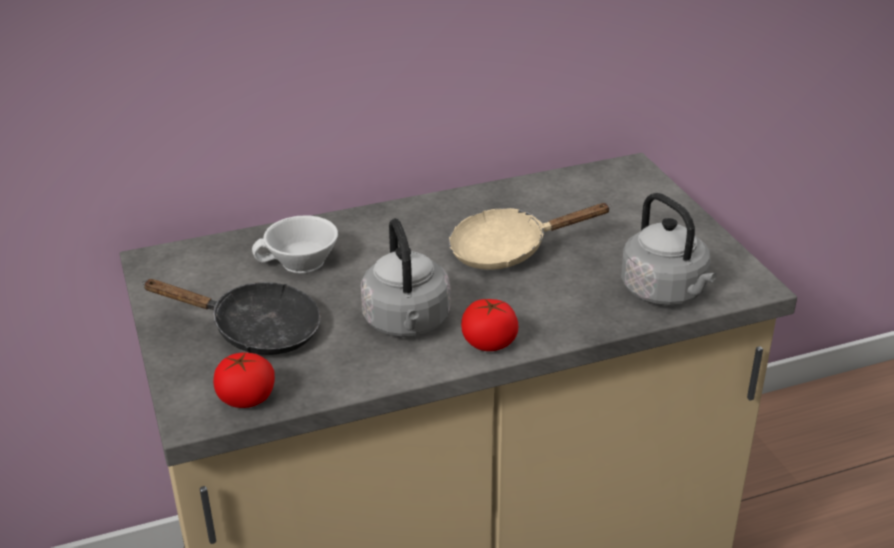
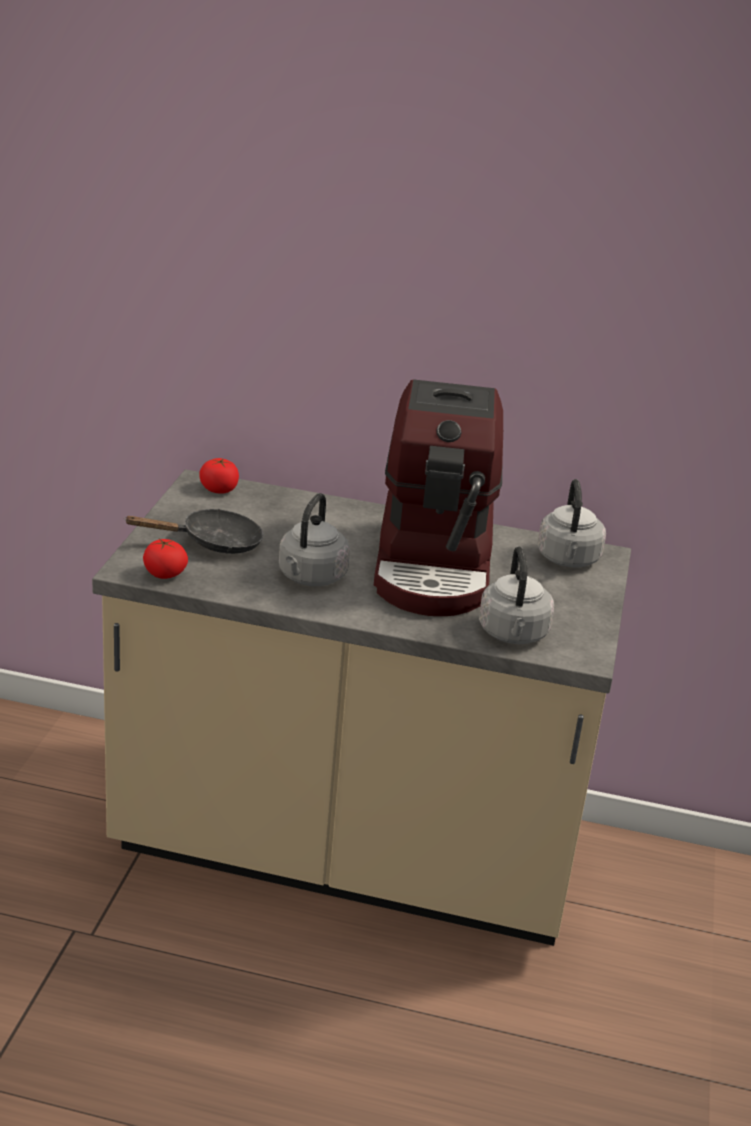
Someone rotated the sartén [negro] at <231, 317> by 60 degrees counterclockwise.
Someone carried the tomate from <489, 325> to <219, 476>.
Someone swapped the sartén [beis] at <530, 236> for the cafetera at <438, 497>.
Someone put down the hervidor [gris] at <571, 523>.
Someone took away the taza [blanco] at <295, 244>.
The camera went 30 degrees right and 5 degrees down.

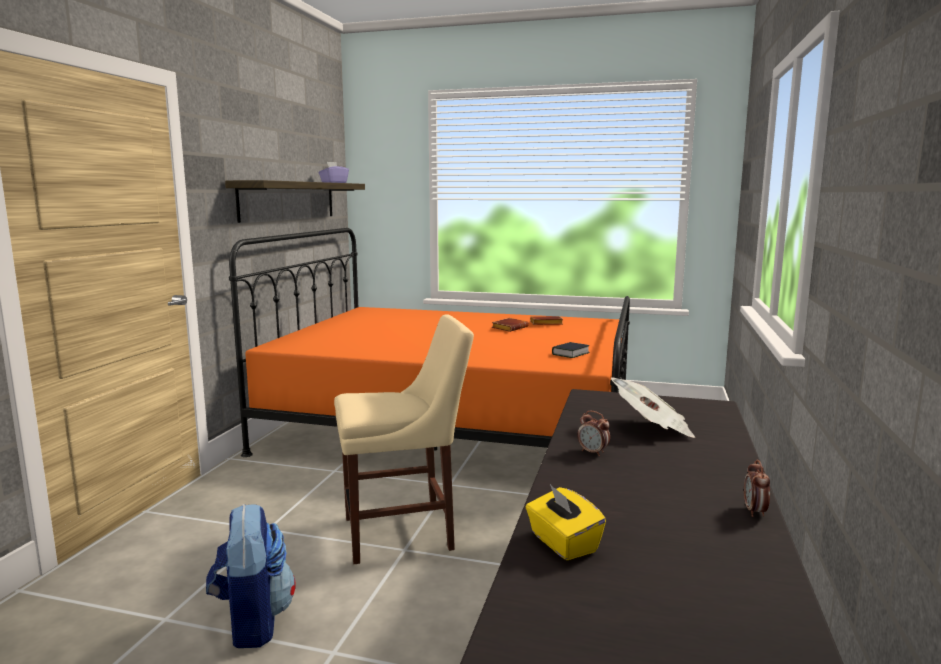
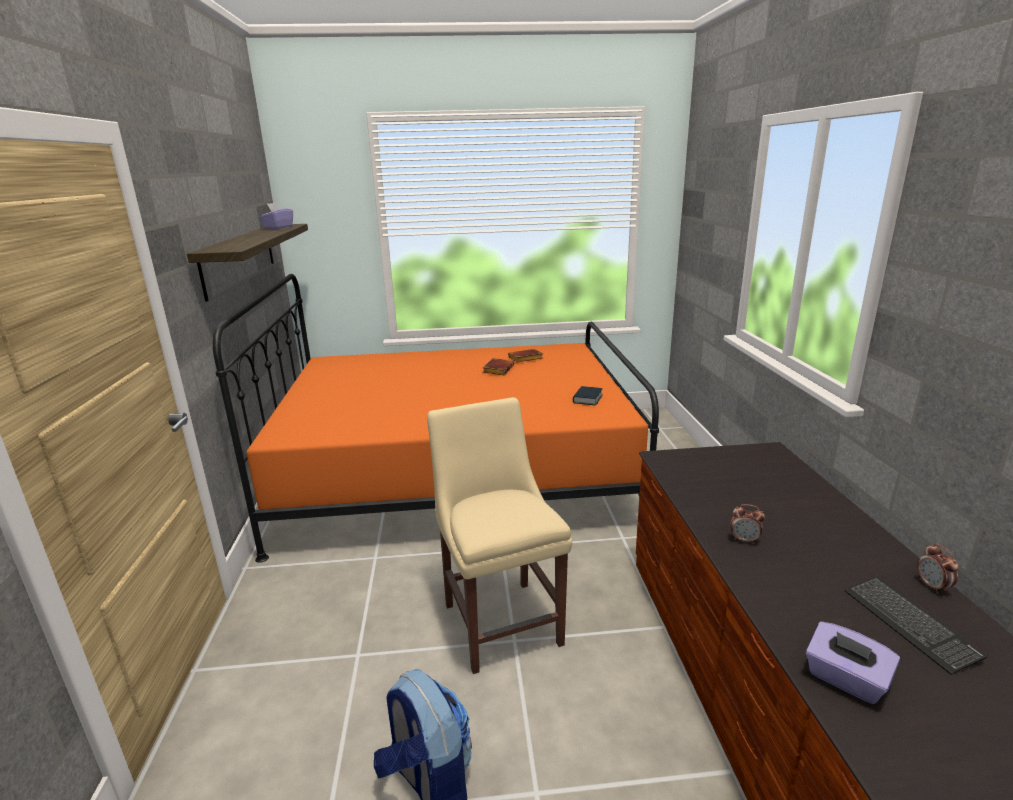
Someone rotated the silla [beis] at <404, 439> by 75 degrees counterclockwise.
Someone repainted the caja de pañuelos [amarillo] at <565, 522>, which became the caja de pañuelos [morado] at <853, 662>.
Someone put down the teclado at <916, 625>.
Someone took away the periódico at <653, 407>.
The camera went 20 degrees left and 10 degrees up.

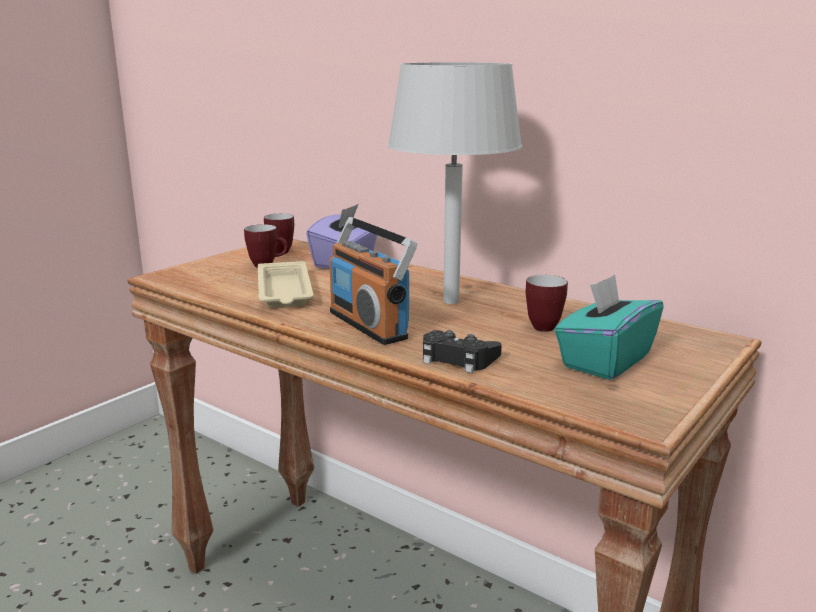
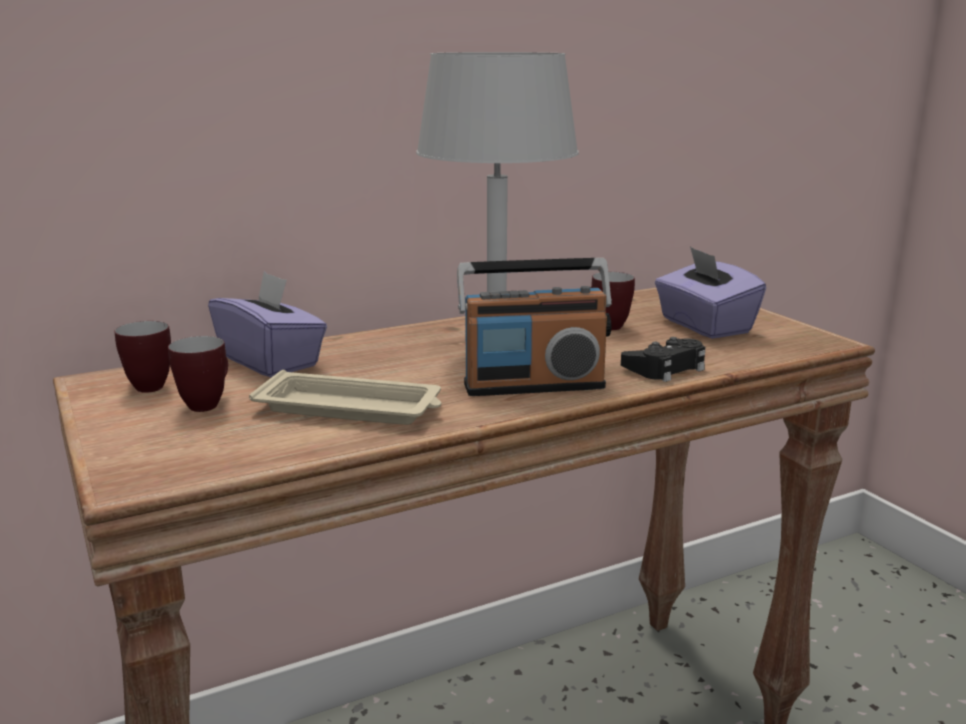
Someone repainted the caja de pañuelos [turquesa] at <609, 327>, which became the caja de pañuelos [morado] at <710, 293>.
The camera went 65 degrees left and 0 degrees up.

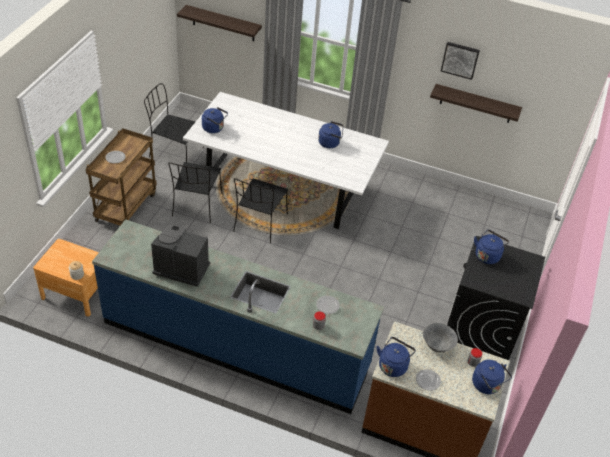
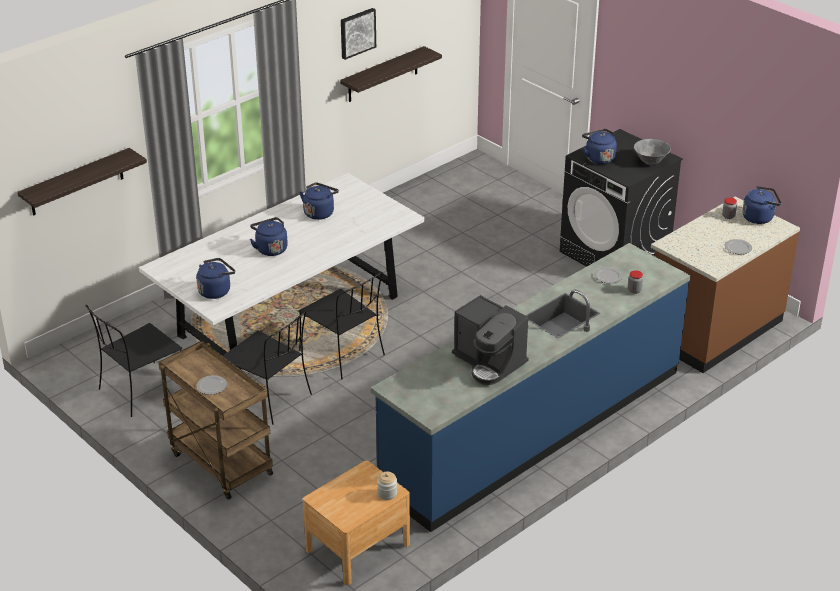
Someone carried the hervidor [azul] from <396, 357> to <269, 236>.
Someone rotated the cafetera at <180, 255> by 90 degrees counterclockwise.
Someone carried the cuenco [gris] from <440, 337> to <652, 152>.
The camera went 60 degrees left and 10 degrees down.

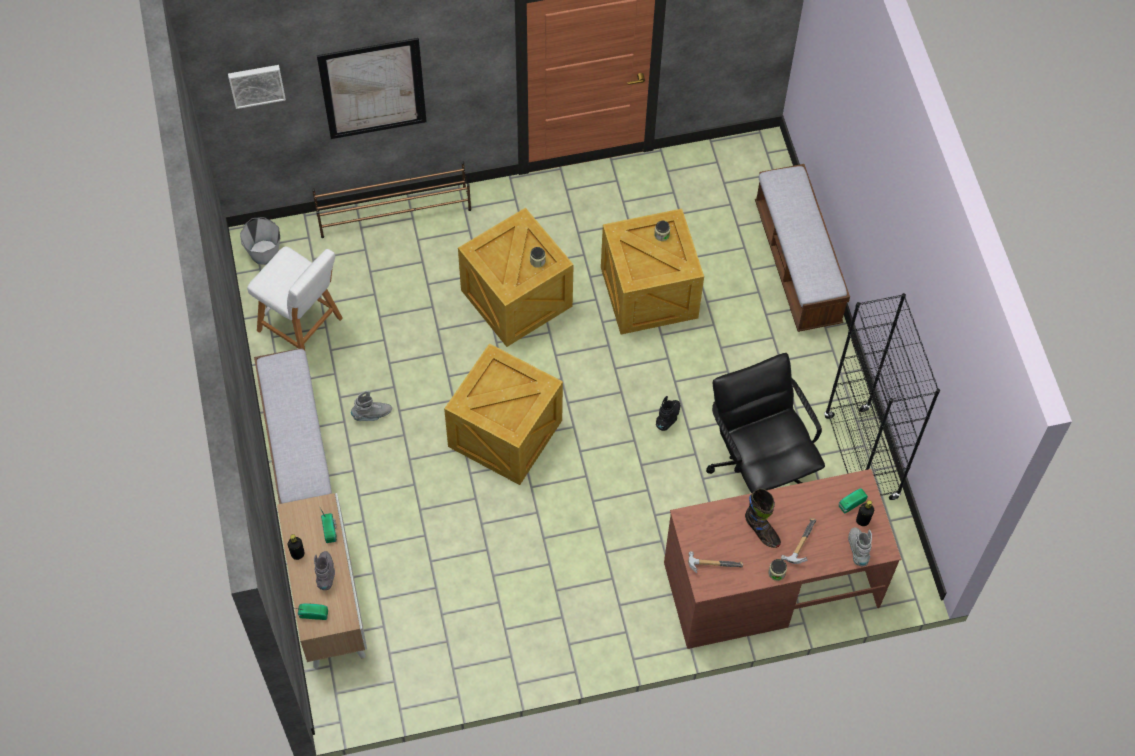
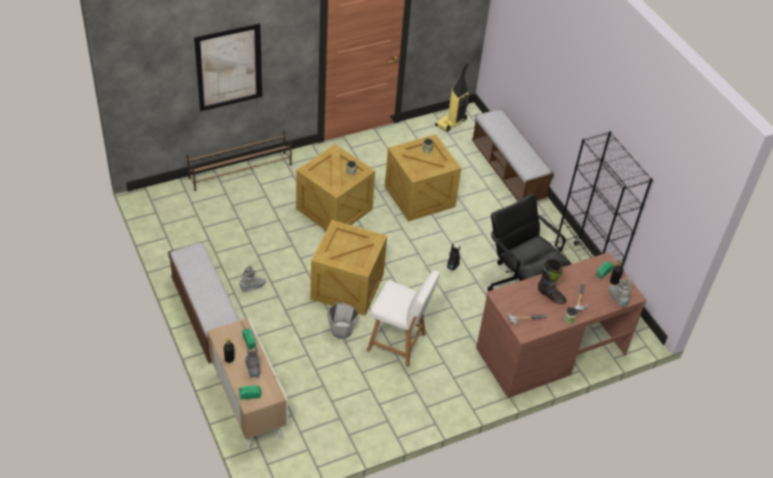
Someone carried the cubo [gris] from <260, 241> to <342, 320>.
Someone carried the taburete [blanco] from <295, 298> to <403, 318>.
Someone put down the aspiradora at <452, 97>.
Someone took away the cuadro at <257, 87>.
The camera went 15 degrees left and 15 degrees down.

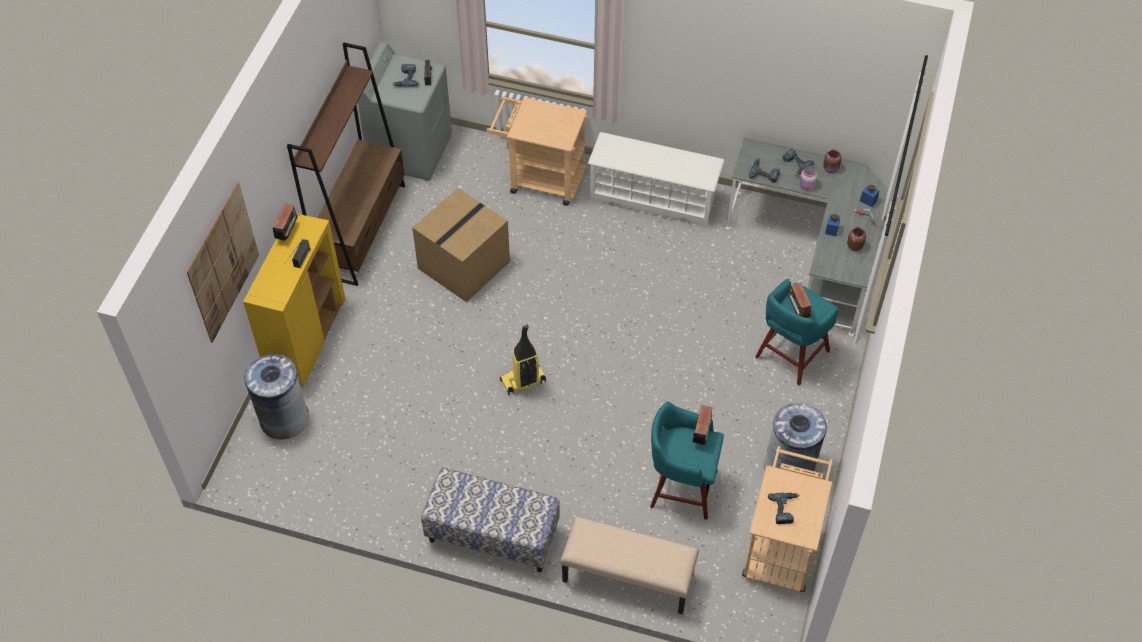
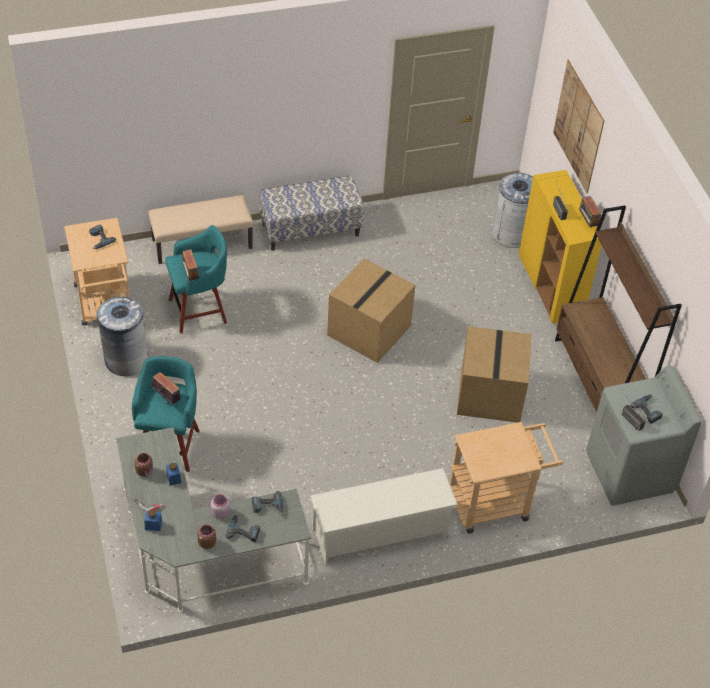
Someone swapped the aspiradora at <523, 359> for the caja de cartón at <371, 310>.
The camera went 145 degrees right and 5 degrees down.

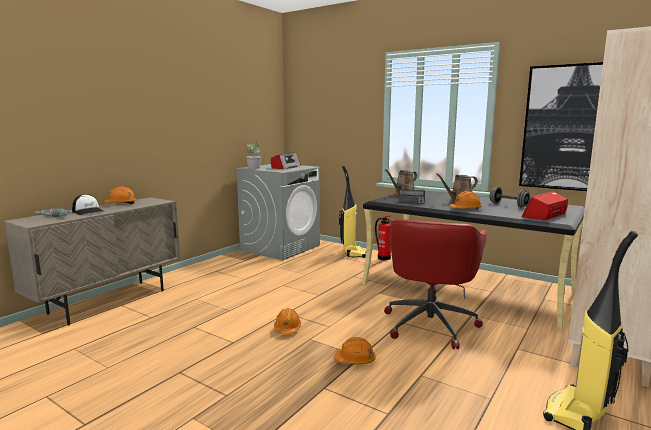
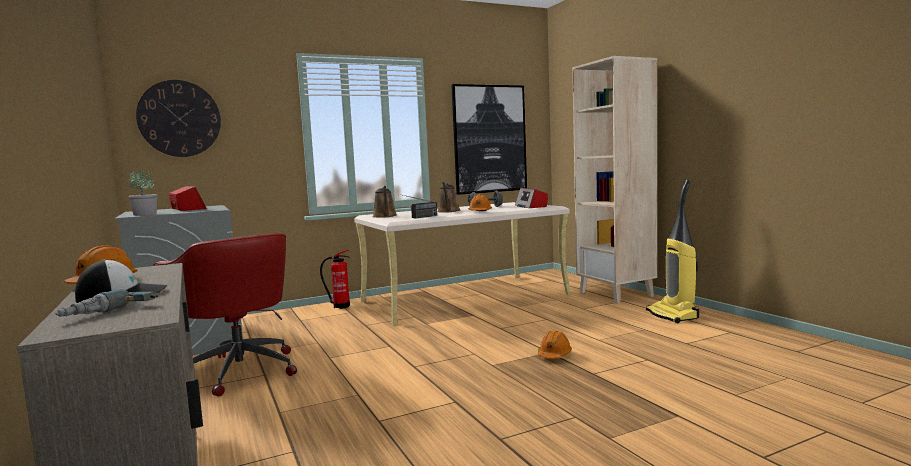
Someone put up the reloj de pared at <178, 118>.
Someone carried the silla de oficina [rojo] from <435, 284> to <225, 314>.
Someone repainted the escritorio [negro] at <473, 261>, which became the escritorio [beis] at <462, 264>.
Someone took away the casco [naranja] at <287, 321>.
Someone took away the aspiradora at <352, 212>.
The camera went 60 degrees left and 5 degrees down.

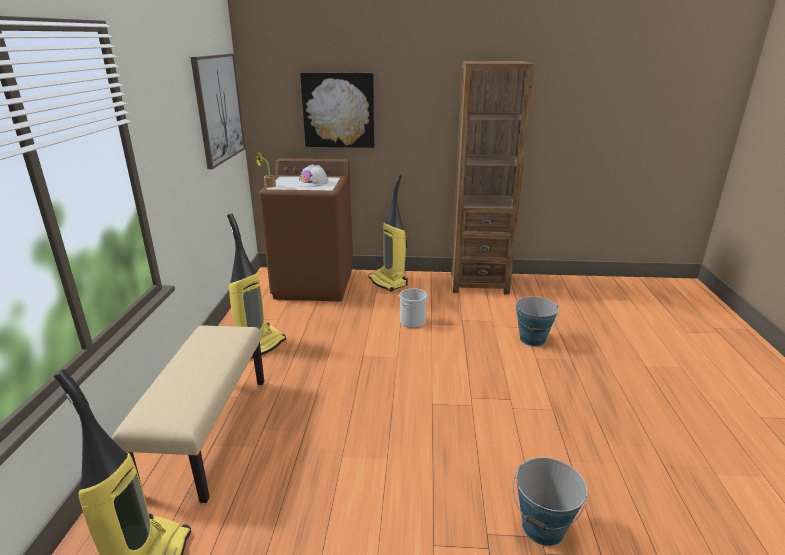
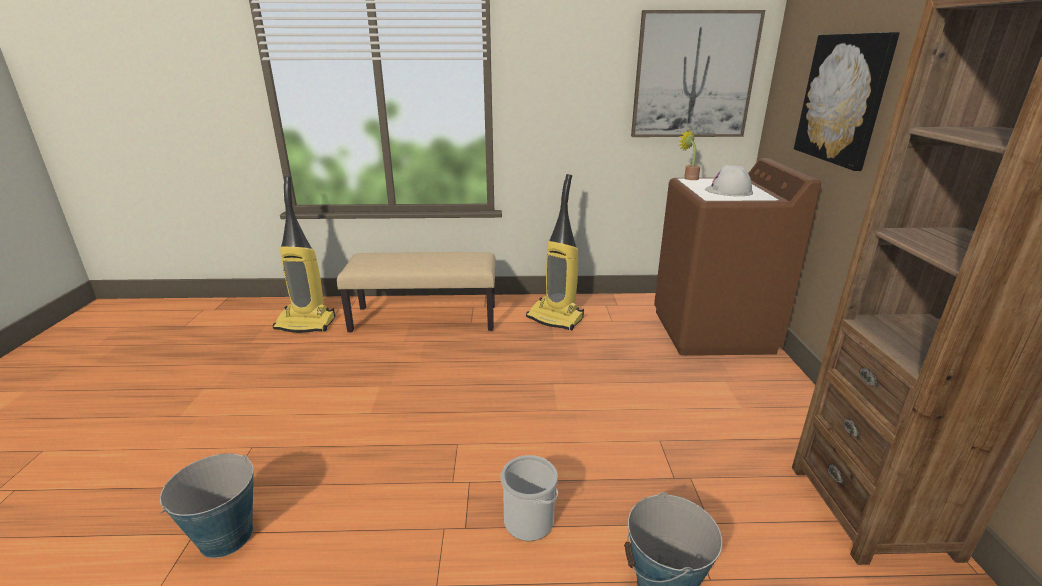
Someone carried the cubo from <413, 308> to <529, 498>.
Someone took away the aspiradora at <388, 233>.
The camera went 85 degrees right and 0 degrees up.

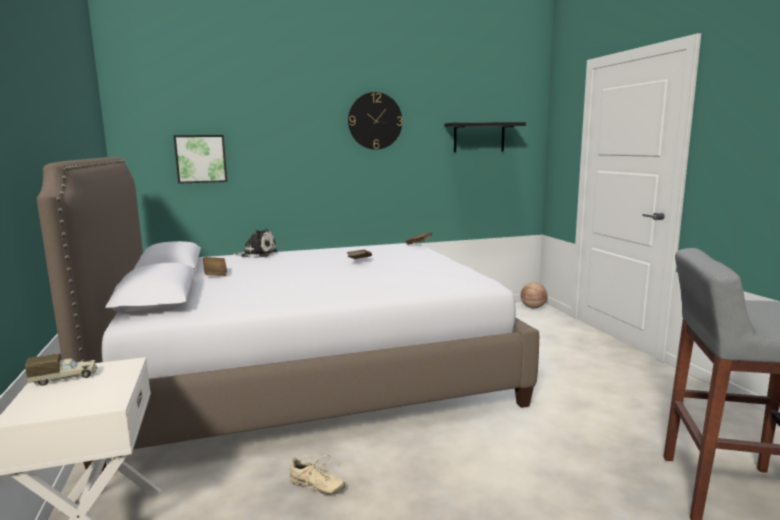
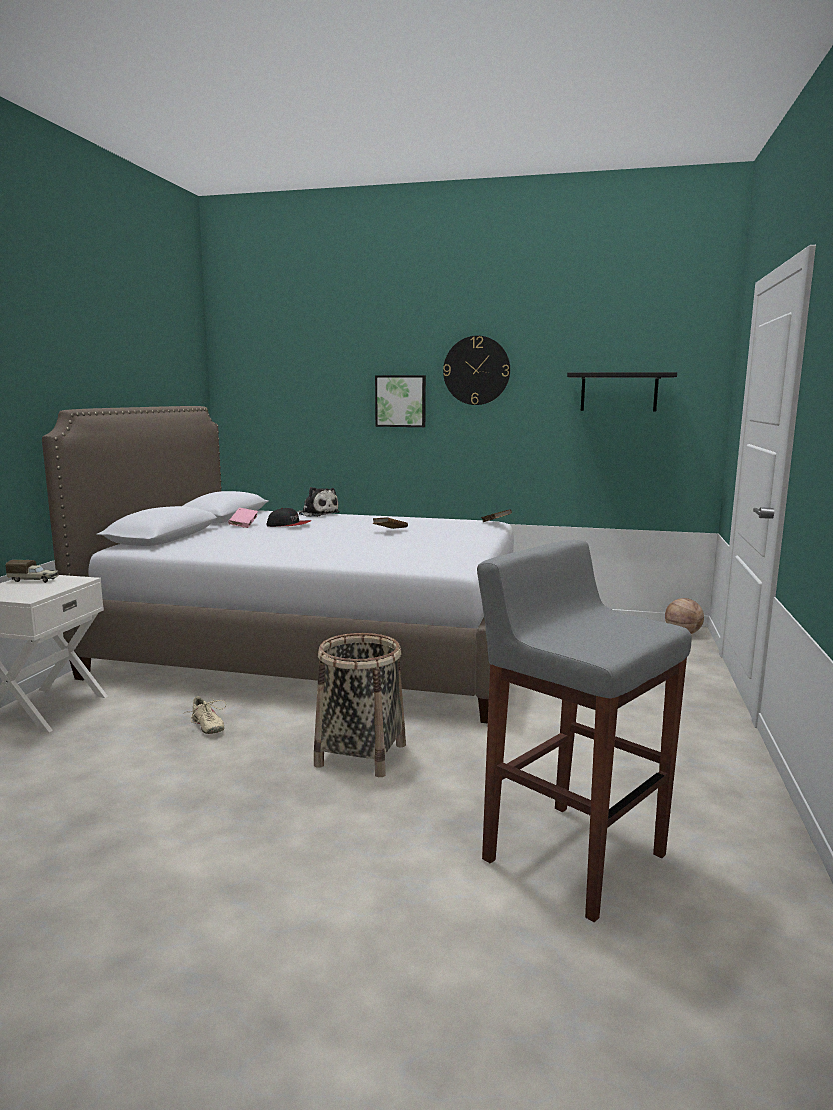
Someone repainted the libro [marrón] at <215, 266>, which became the libro [rosa] at <243, 518>.
Someone put down the gorra at <289, 517>.
Someone put down the cesta at <360, 705>.
Someone carried the cuadro from <200, 159> to <400, 401>.
The camera went 30 degrees right and 0 degrees up.

